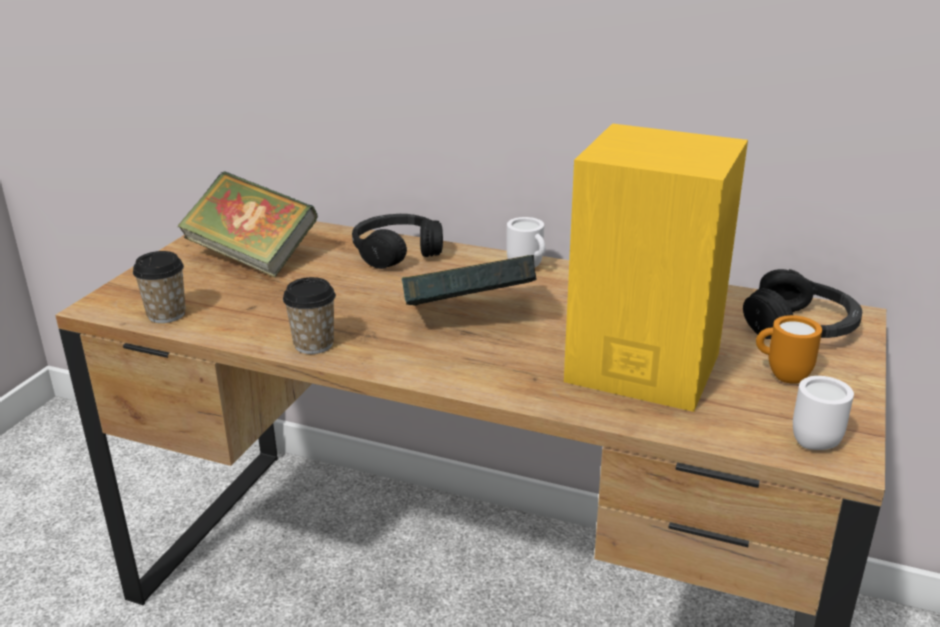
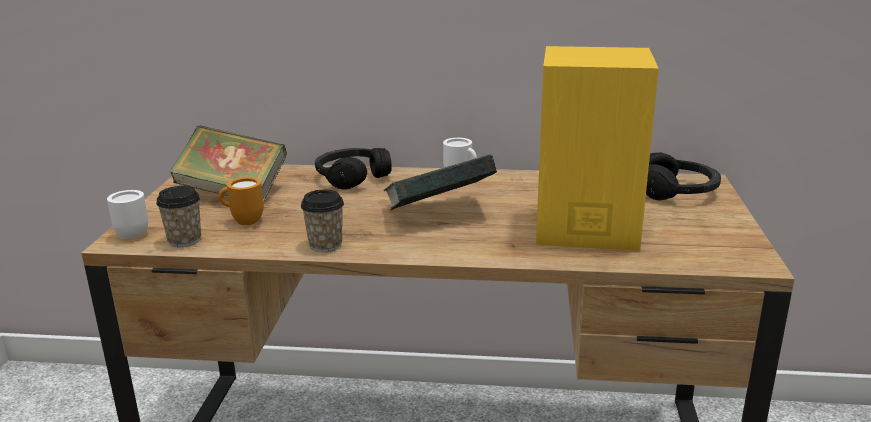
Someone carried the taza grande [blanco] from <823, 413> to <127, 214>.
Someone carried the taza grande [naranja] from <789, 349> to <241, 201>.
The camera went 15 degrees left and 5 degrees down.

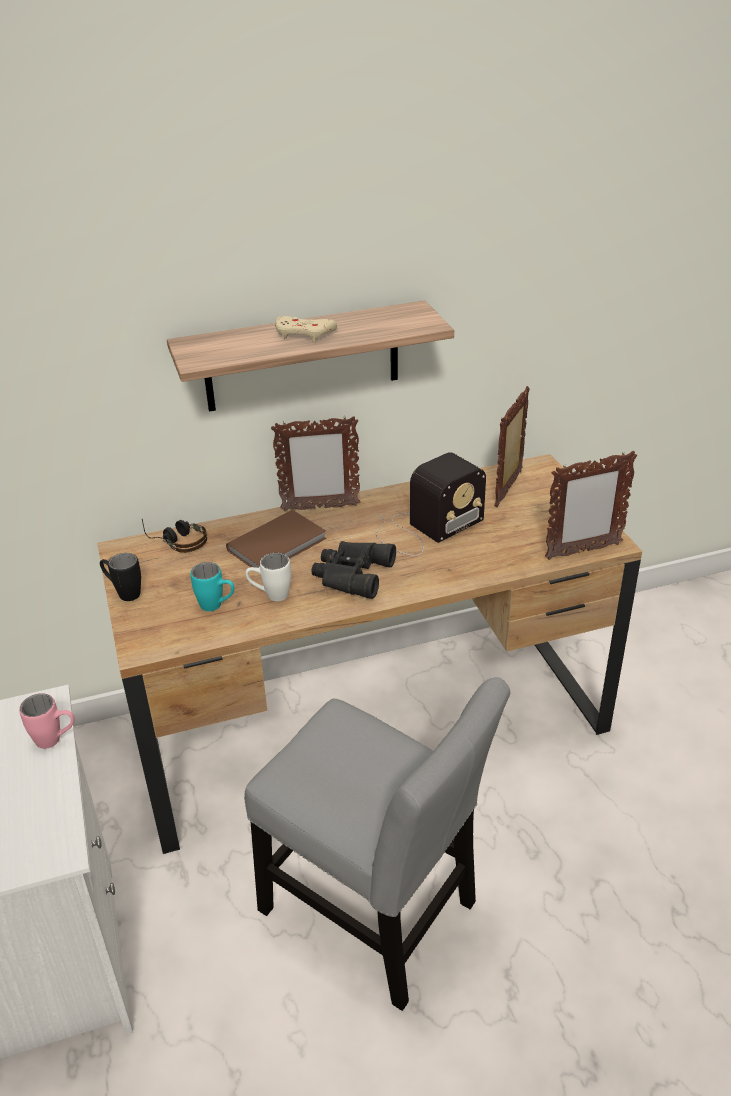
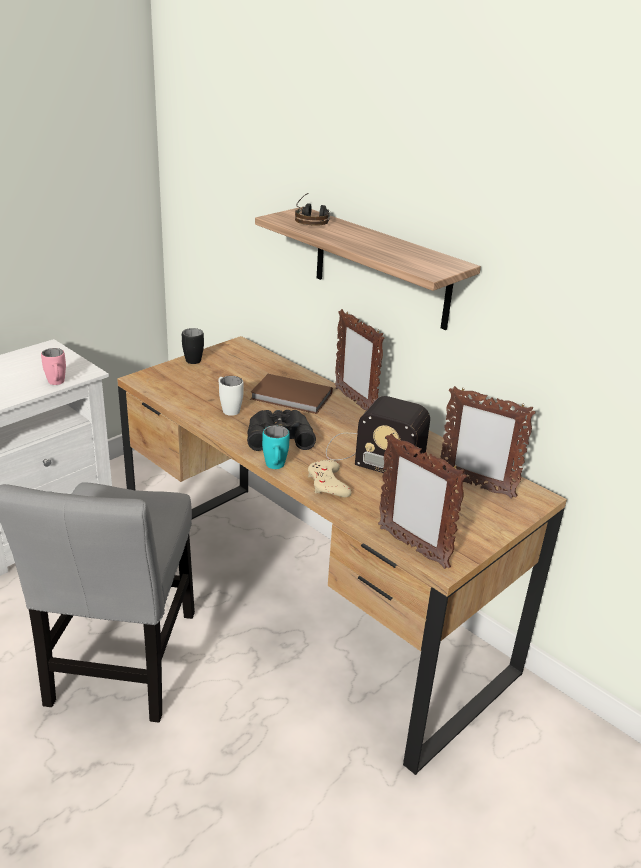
Someone carried the taza grande [turquesa] from <212, 586> to <276, 447>.
Someone carried the auriculares from <174, 536> to <312, 209>.
Someone carried the mando de consola [beis] from <306, 329> to <330, 478>.
Someone rotated the portarretratos at <512, 446> by 150 degrees counterclockwise.
The camera went 60 degrees right and 5 degrees down.

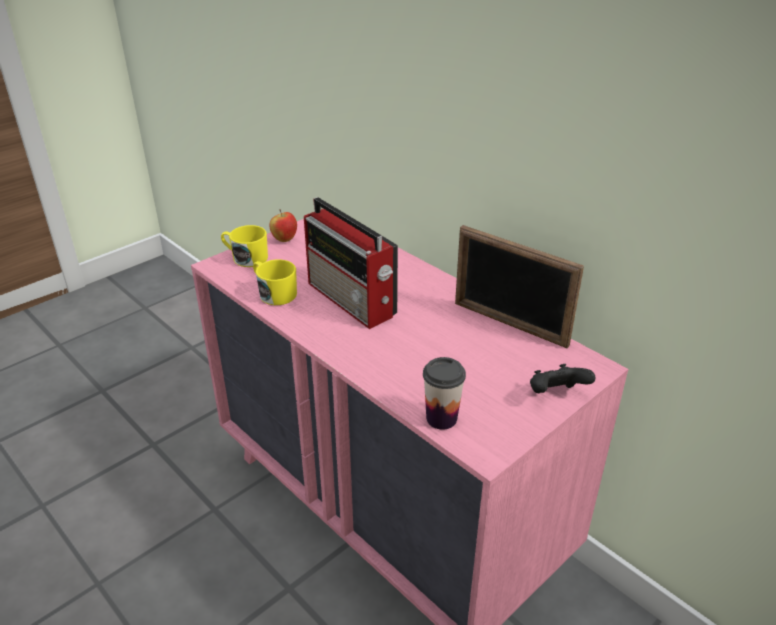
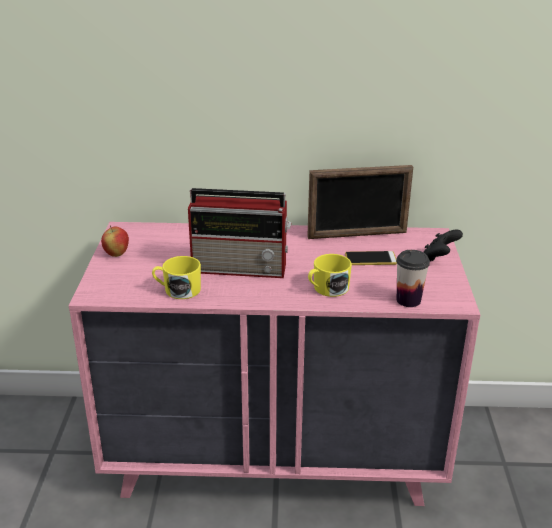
Someone carried the taza grande [amarillo] from <244, 246> to <330, 275>.
Someone put down the móvil at <371, 258>.
The camera went 45 degrees left and 5 degrees down.

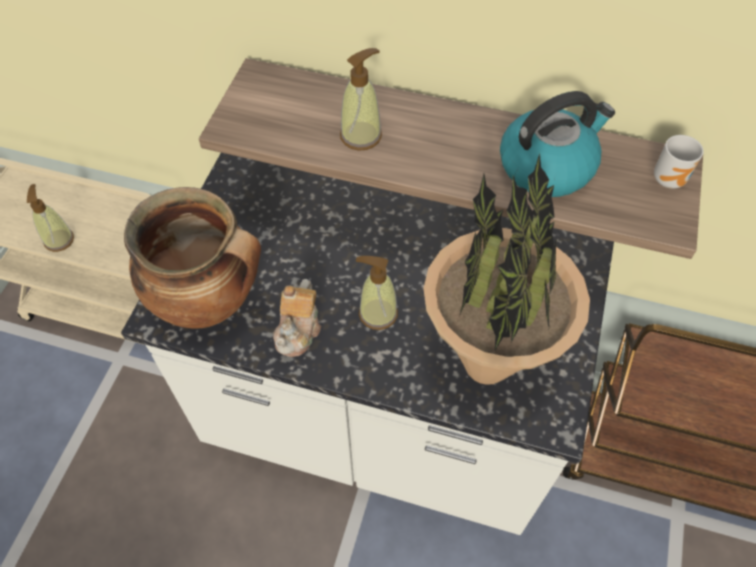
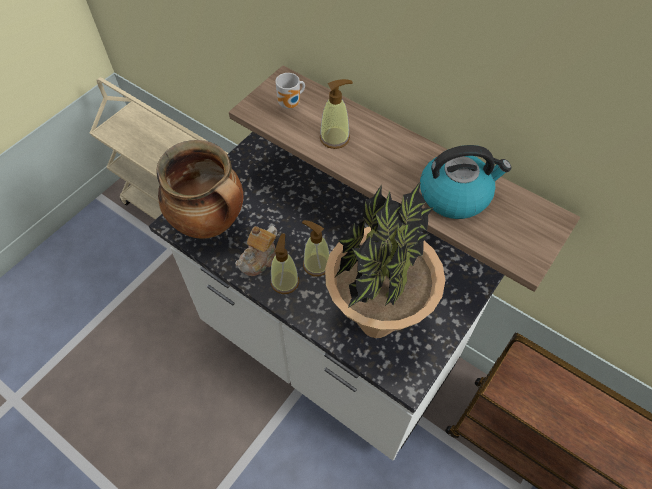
Someone carried the dispensador de jabón from <50, 218> to <285, 263>.
Someone carried the taza grande from <679, 162> to <290, 91>.
The camera went 20 degrees right and 0 degrees up.

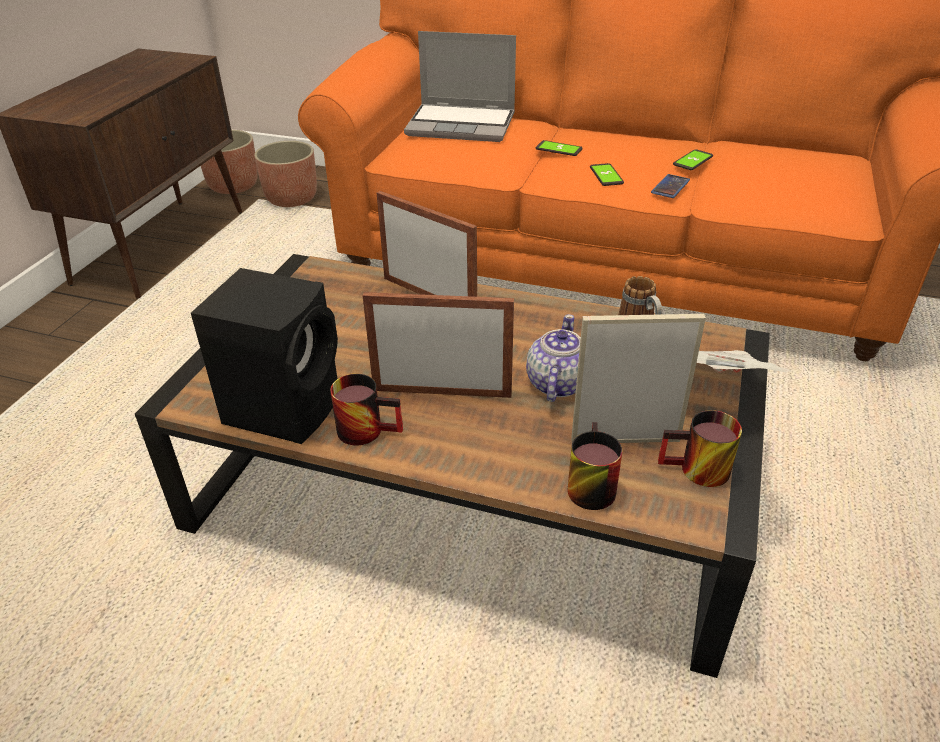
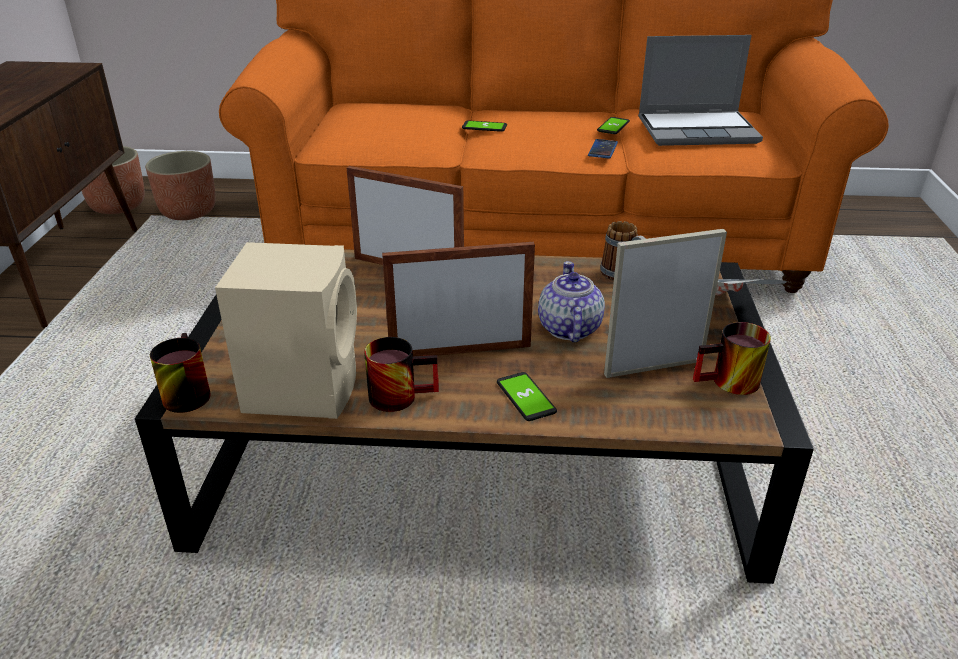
Someone carried the taza grande from <594, 466> to <180, 373>.
Someone repainted the altavoz [negro] at <264, 356>, which became the altavoz [beis] at <286, 330>.
Someone carried the móvil from <607, 174> to <527, 396>.
Someone carried the portátil from <460, 86> to <700, 90>.
The camera went 15 degrees left and 5 degrees down.

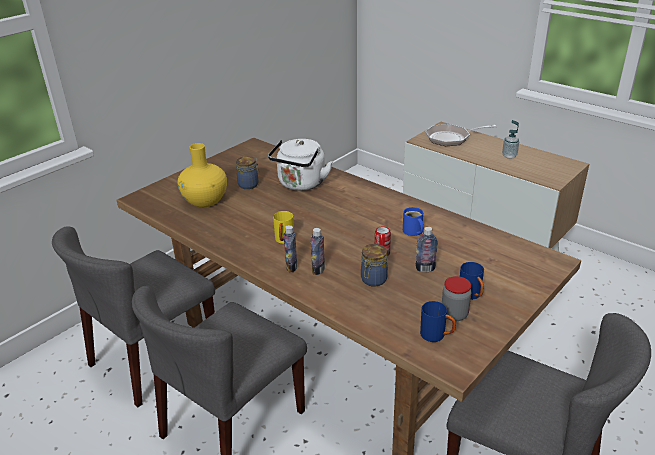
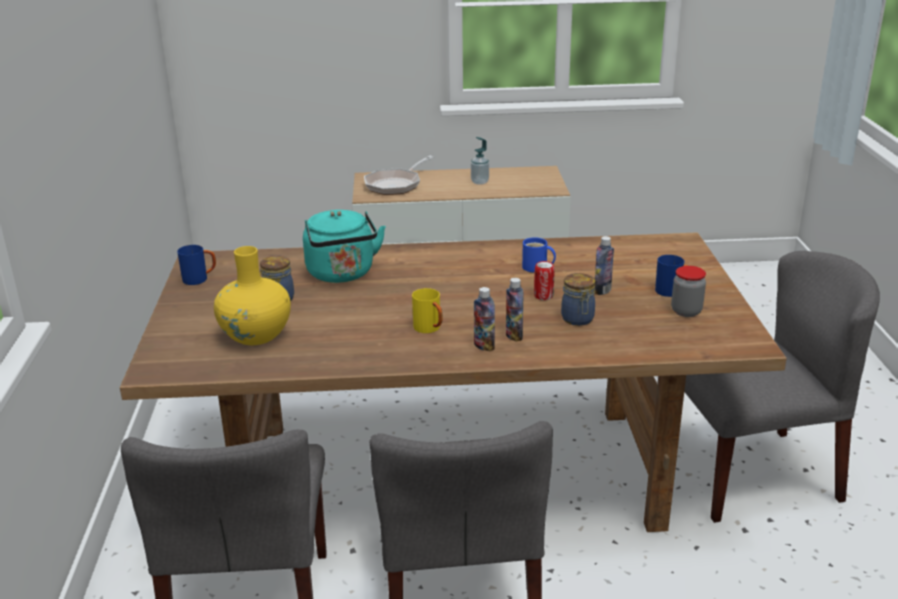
Someone carried the taza grande [azul] from <438, 321> to <196, 265>.
Someone repainted the hervidor [blanco] at <300, 165>, which became the hervidor [turquesa] at <344, 246>.
The camera went 45 degrees left and 5 degrees down.

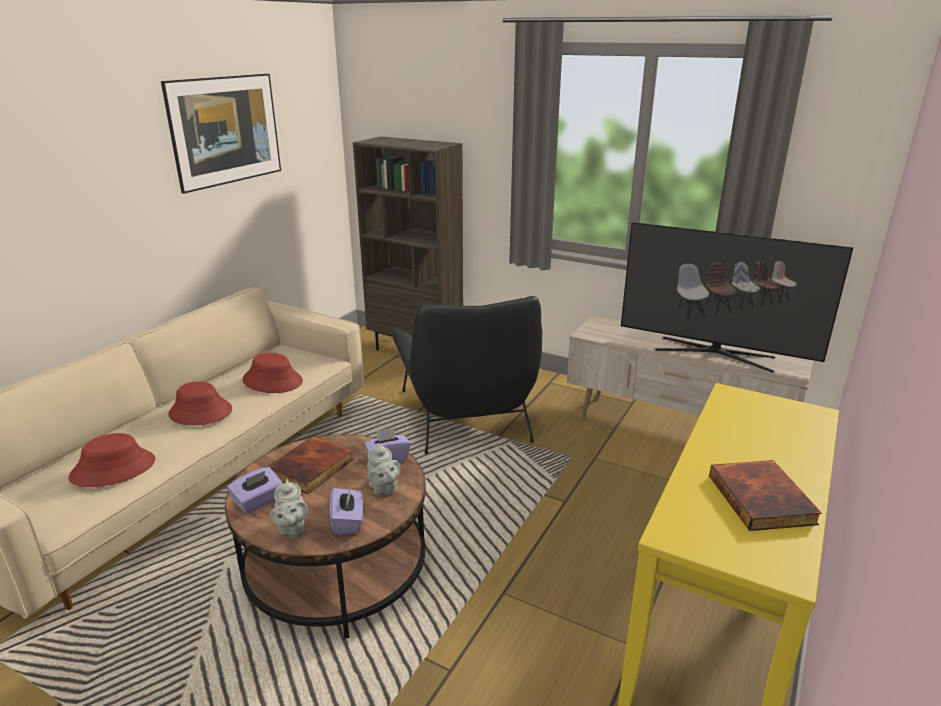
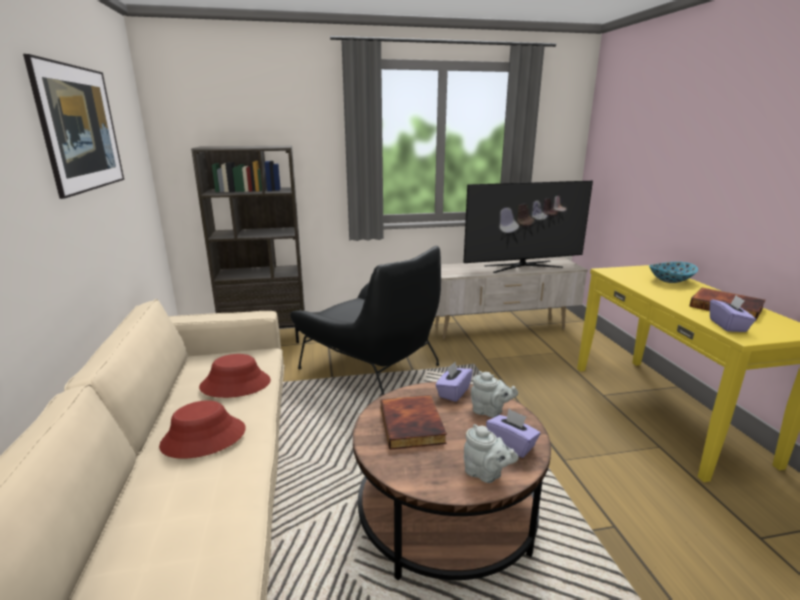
Someone put down the cuenco at <673, 272>.
Someone carried the caja de pañuelos [morado] from <255, 490> to <733, 313>.
Someone took away the sombrero [rojo] at <112, 460>.
The camera went 40 degrees left and 5 degrees down.

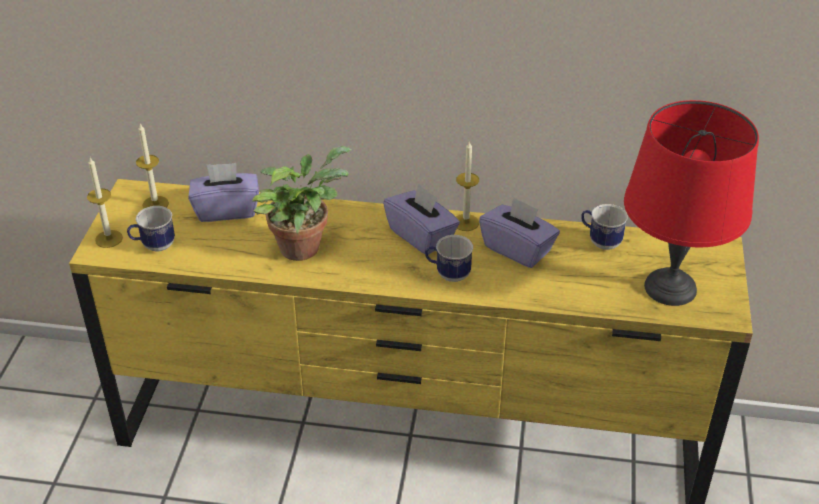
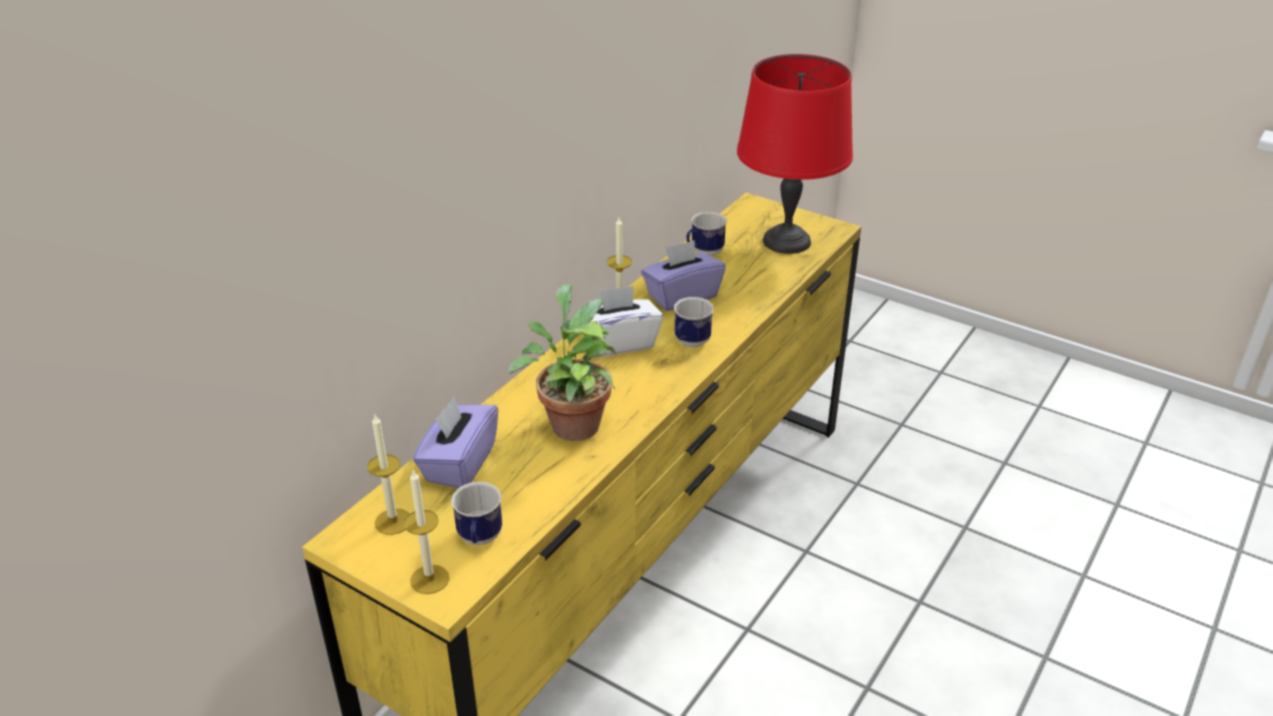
Someone repainted the caja de pañuelos [morado] at <421, 219>, which became the caja de pañuelos [blanco] at <627, 321>.
The camera went 65 degrees left and 5 degrees down.

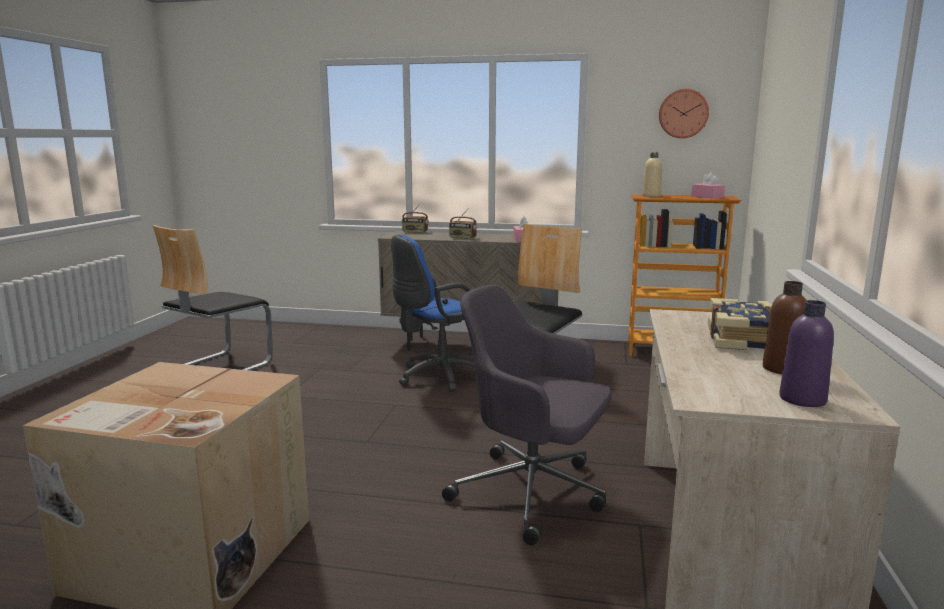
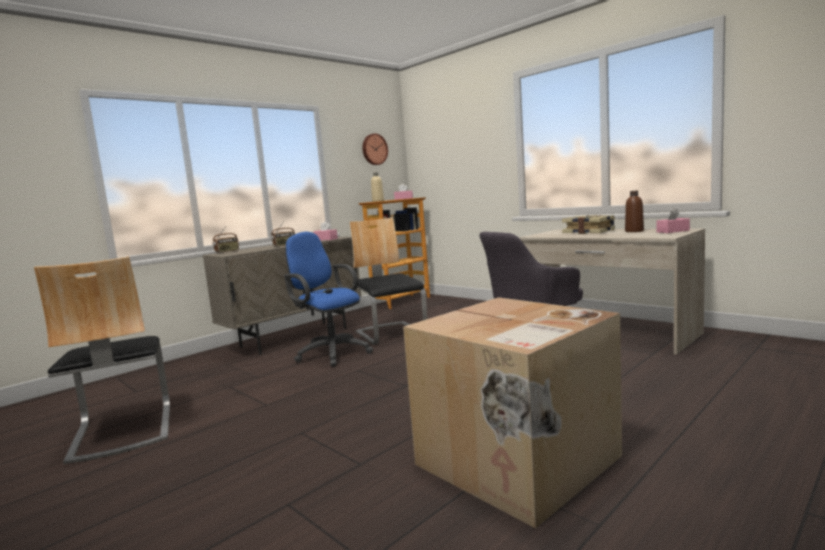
Someone rotated the silla de oficina [azul] at <432, 313> by 135 degrees clockwise.
Someone swapped the botella [morado] at <806, 353> for the caja de pañuelos [rosa] at <673, 220>.
The camera went 55 degrees left and 5 degrees down.

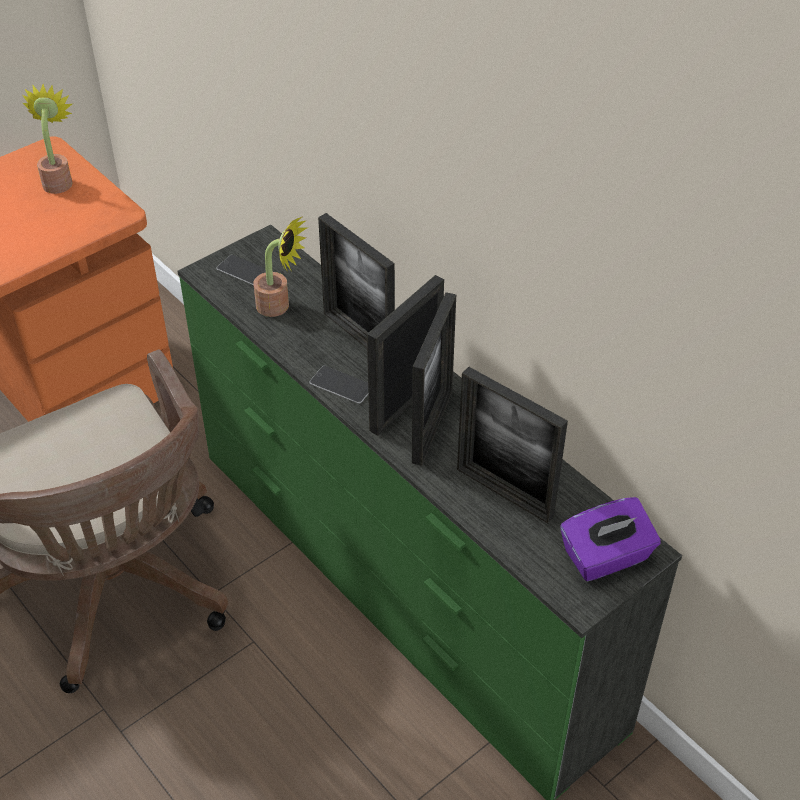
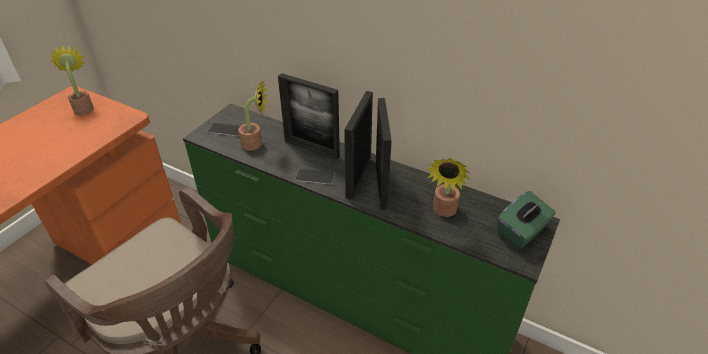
Someone swapped the portarretratos at <512, 445> for the planta en maceta at <448, 187>.
Someone repainted the caja de pañuelos [morado] at <610, 539>, which became the caja de pañuelos [verde] at <526, 220>.
The camera went 20 degrees left and 5 degrees down.

